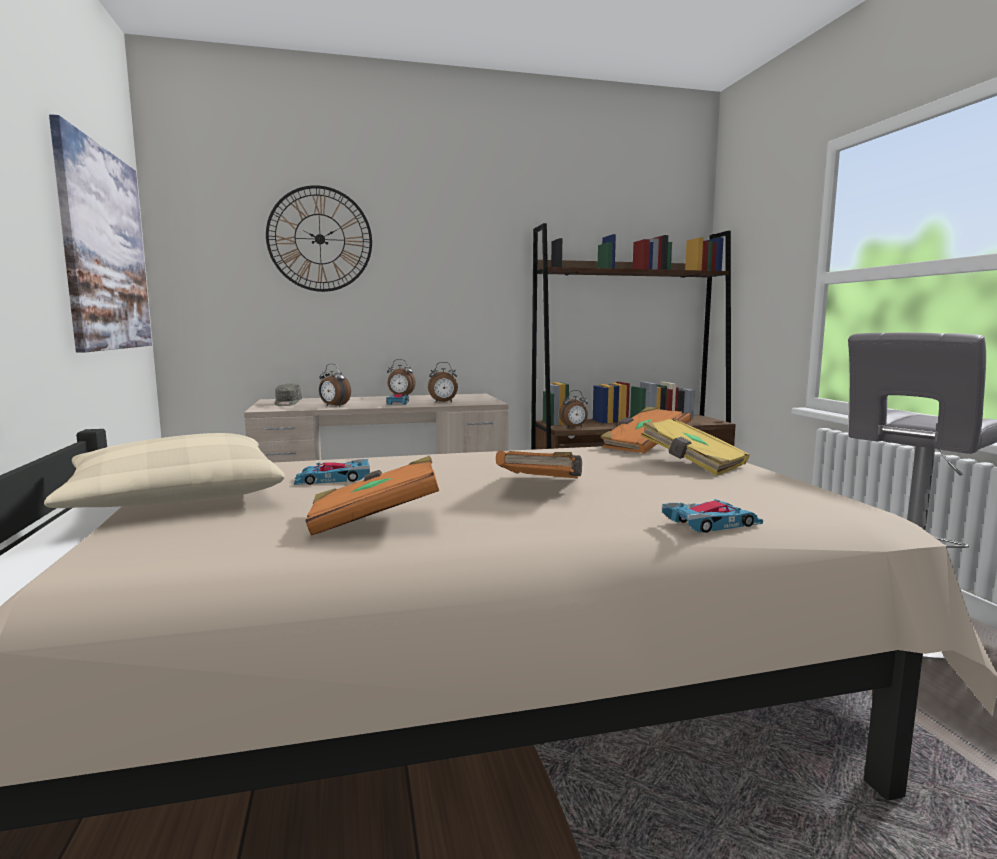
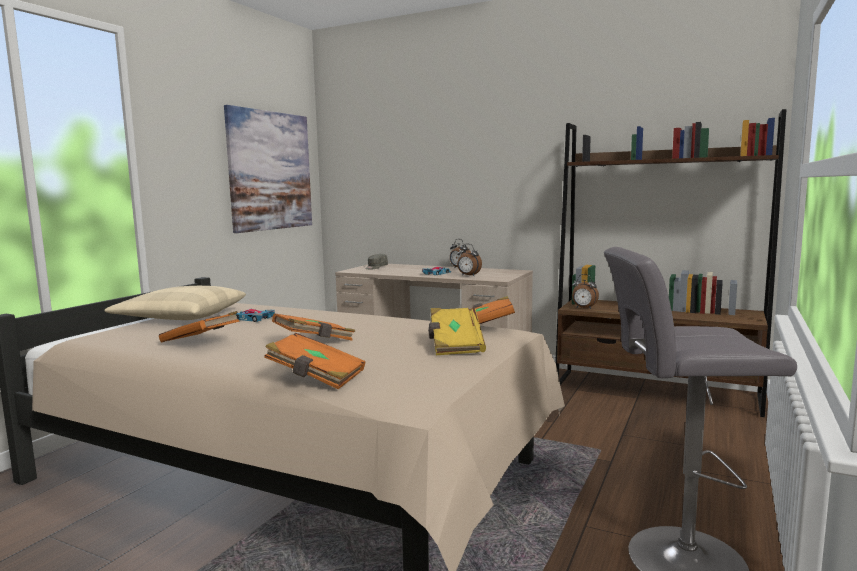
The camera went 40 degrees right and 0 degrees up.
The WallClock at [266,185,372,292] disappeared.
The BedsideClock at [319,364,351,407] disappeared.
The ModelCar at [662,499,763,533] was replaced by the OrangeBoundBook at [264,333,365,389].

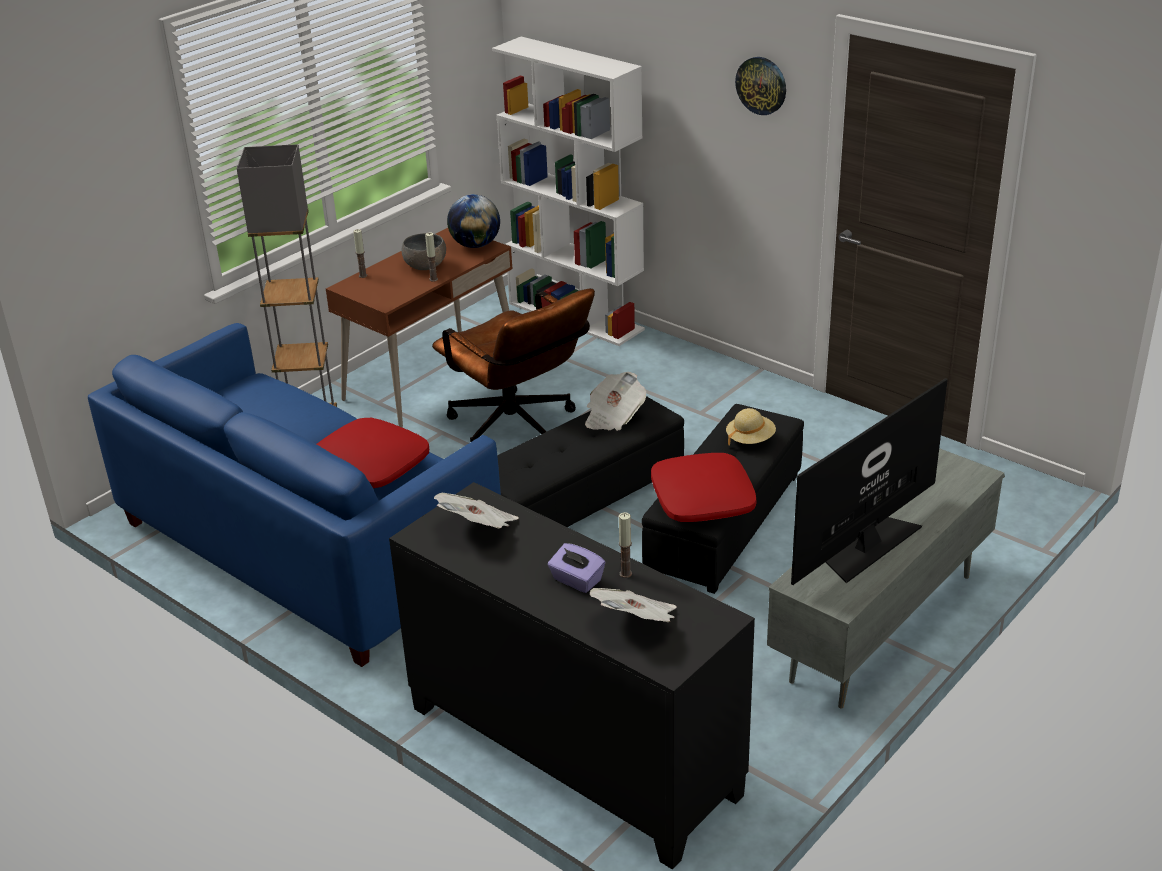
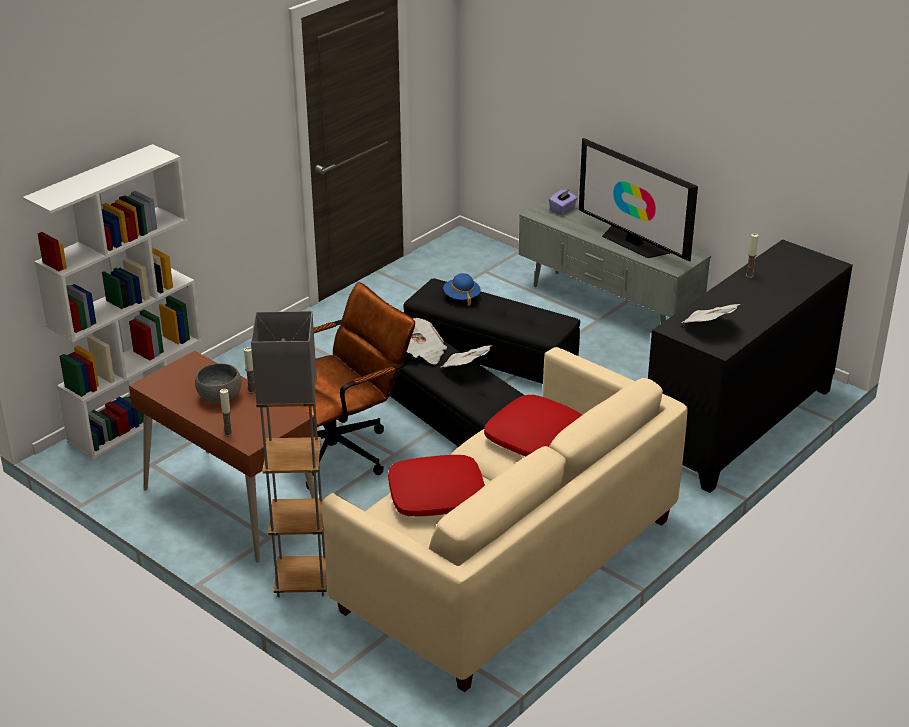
The camera went 90 degrees left and 0 degrees up.
The WallClock at [735,57,786,115] disappeared.
The DeskGlobe at [447,194,500,248] disappeared.
The BluishSettee at [88,323,501,667] became the SandColouredSettee at [322,347,688,692].
The SandColouredWearableHat at [726,408,776,445] became the BluishWearableHat at [443,273,481,306].
The ReddishPillow moved from [651,453,757,522] to [388,455,485,516].
The PurpleColouredBoxOfTissues moved from [548,543,605,593] to [549,189,578,215].
The PrintedPaper moved from [590,588,677,622] to [441,345,493,367].

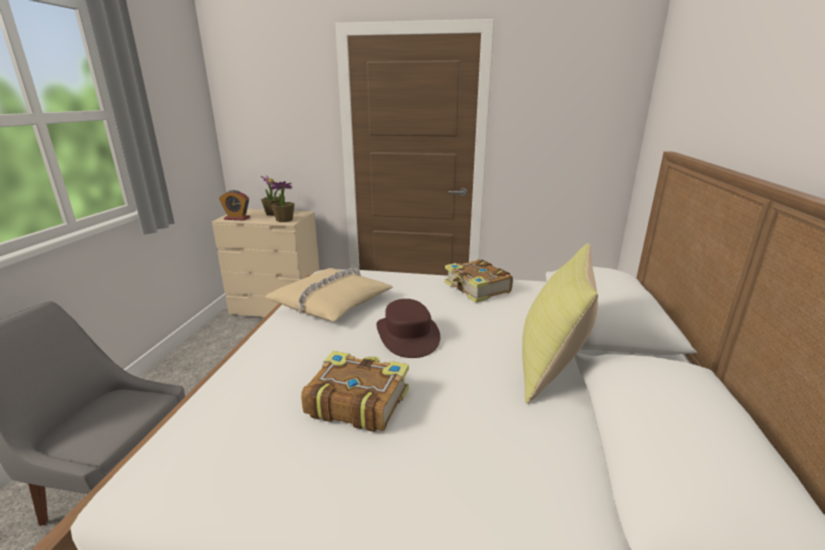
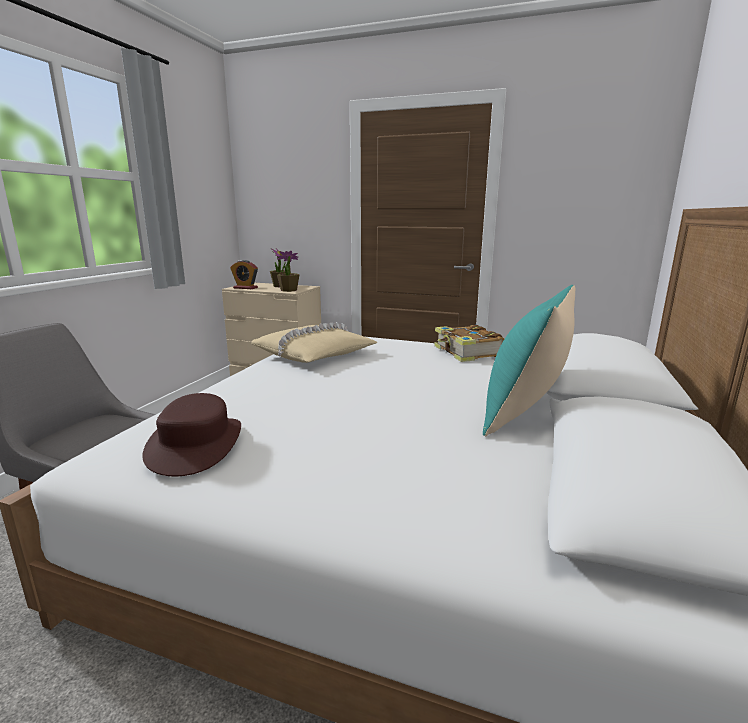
The camera went 10 degrees right and 5 degrees down.
The YellowPillow at [522,243,598,404] became the BlueGreenPillow at [483,285,576,436].
The BrownishWearableHat moved from [376,299,440,358] to [142,393,241,477].
The BoundBook at [301,351,409,432] disappeared.

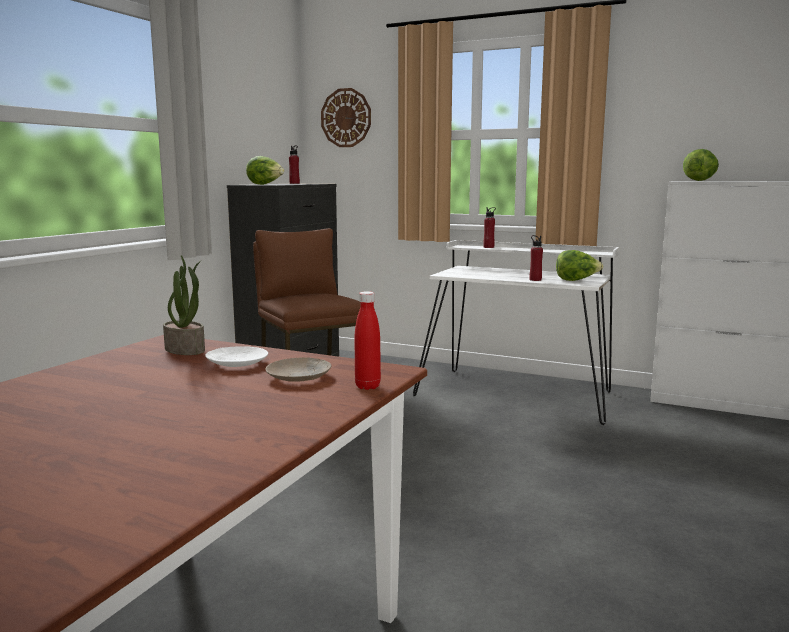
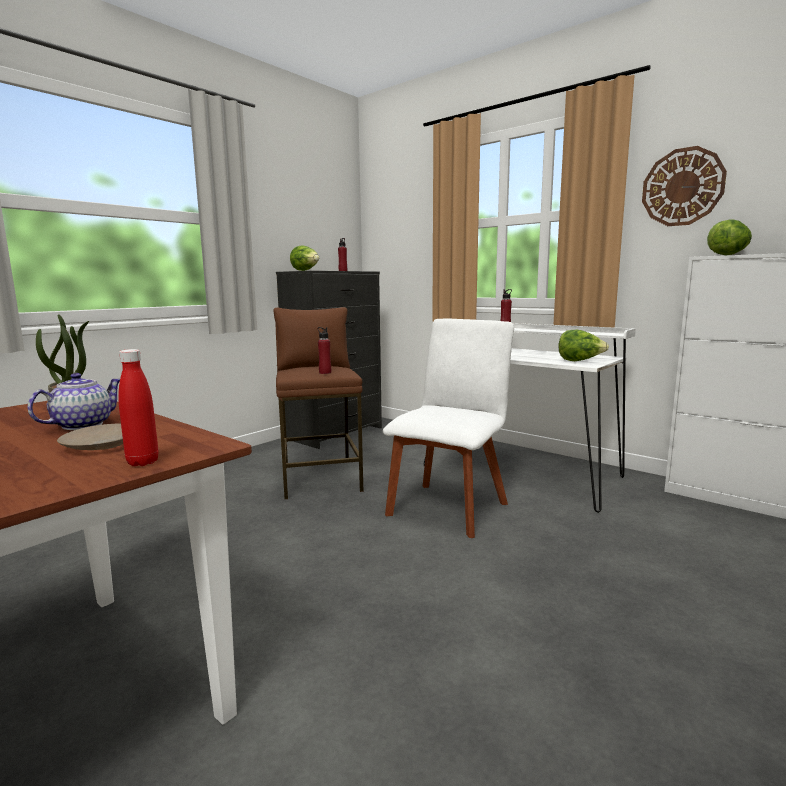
The camera went 15 degrees right and 0 degrees up.
The WallClock moved from [321,88,371,147] to [642,146,727,226].
The ReddishBeverageBottle moved from [529,235,543,281] to [317,327,331,374].
The WhitishFlatDish at [205,346,268,367] was replaced by the PotForTea at [27,373,120,430].
The WhitishPlainChair at [383,319,514,538] appeared.

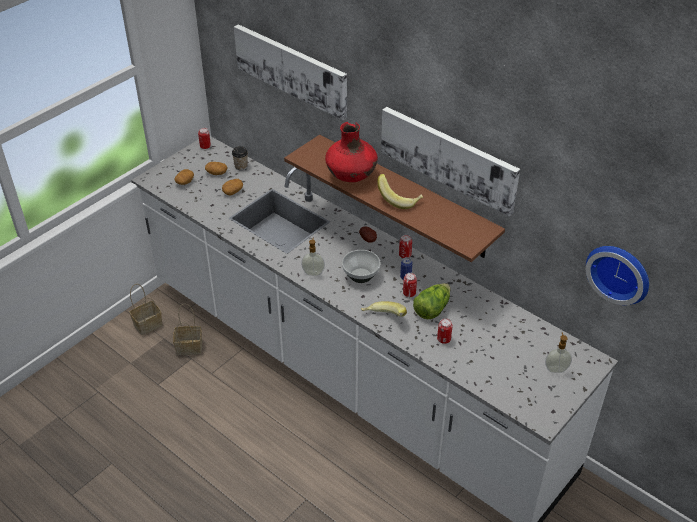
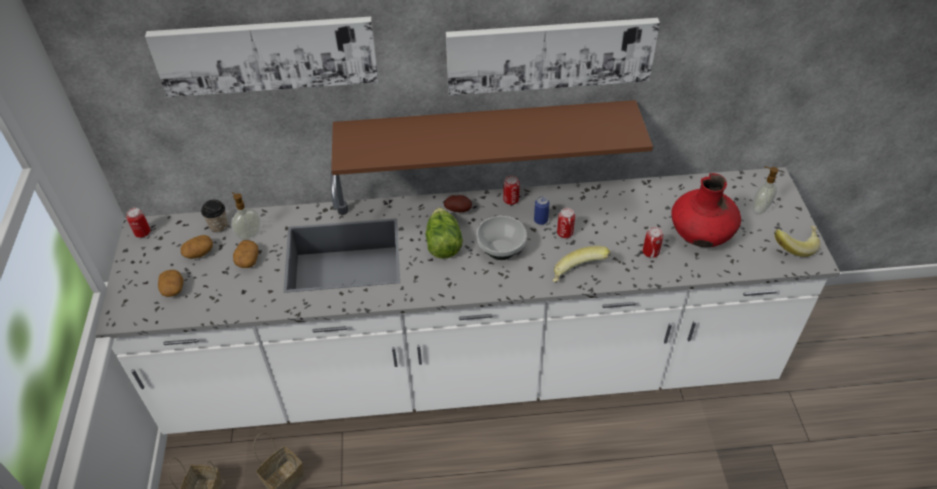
The camera went 45 degrees left and 5 degrees up.
The ReddishVase moved from [325,122,378,182] to [671,173,741,247].
The Banana moved from [377,174,423,209] to [774,226,821,257].
The LiquidSoapBottle moved from [301,238,325,276] to [231,192,260,240].
The WallClock at [586,246,649,305] disappeared.
The LettuceHead moved from [413,283,450,319] to [425,207,463,259].

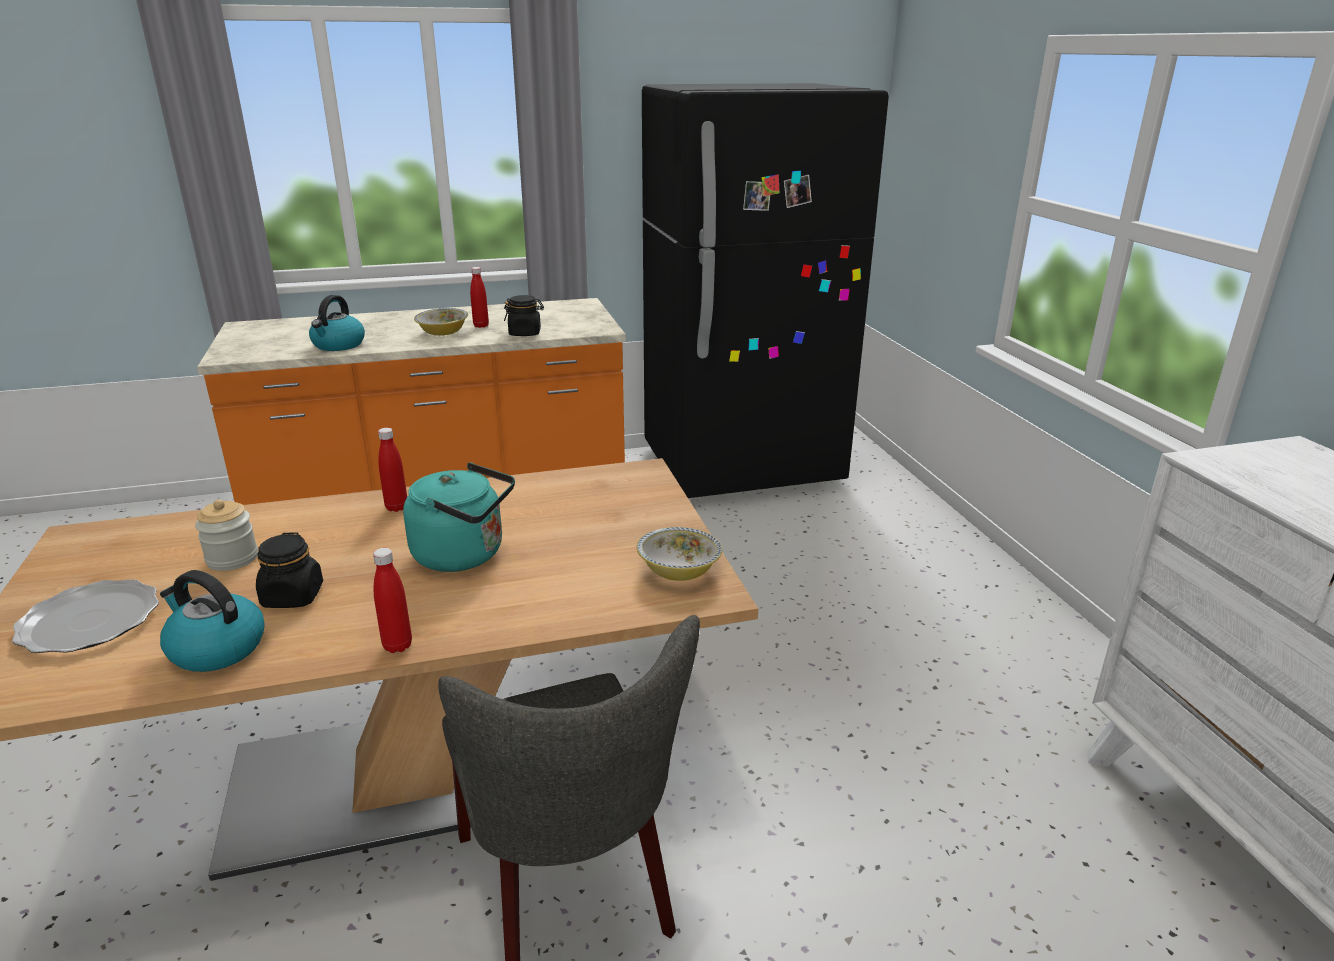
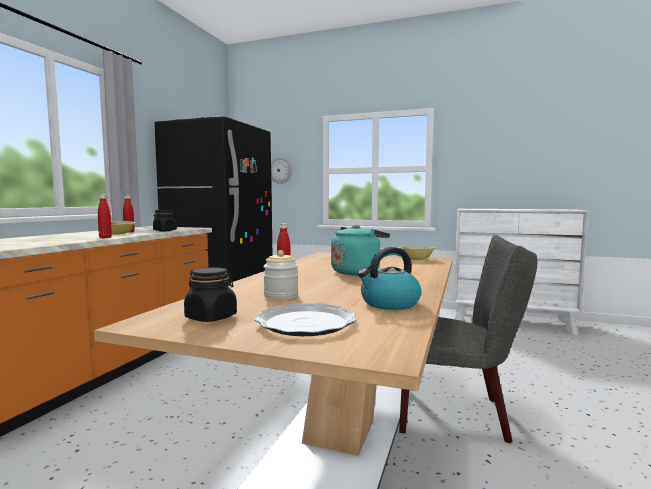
The camera went 55 degrees left and 20 degrees down.
The WaterKettle at [309,295,365,351] disappeared.
The BlackJar moved from [256,532,323,608] to [184,267,237,322].
The ReddishBeverageBottle moved from [373,548,412,653] to [98,195,112,238].
The WallClock at [271,157,292,184] appeared.

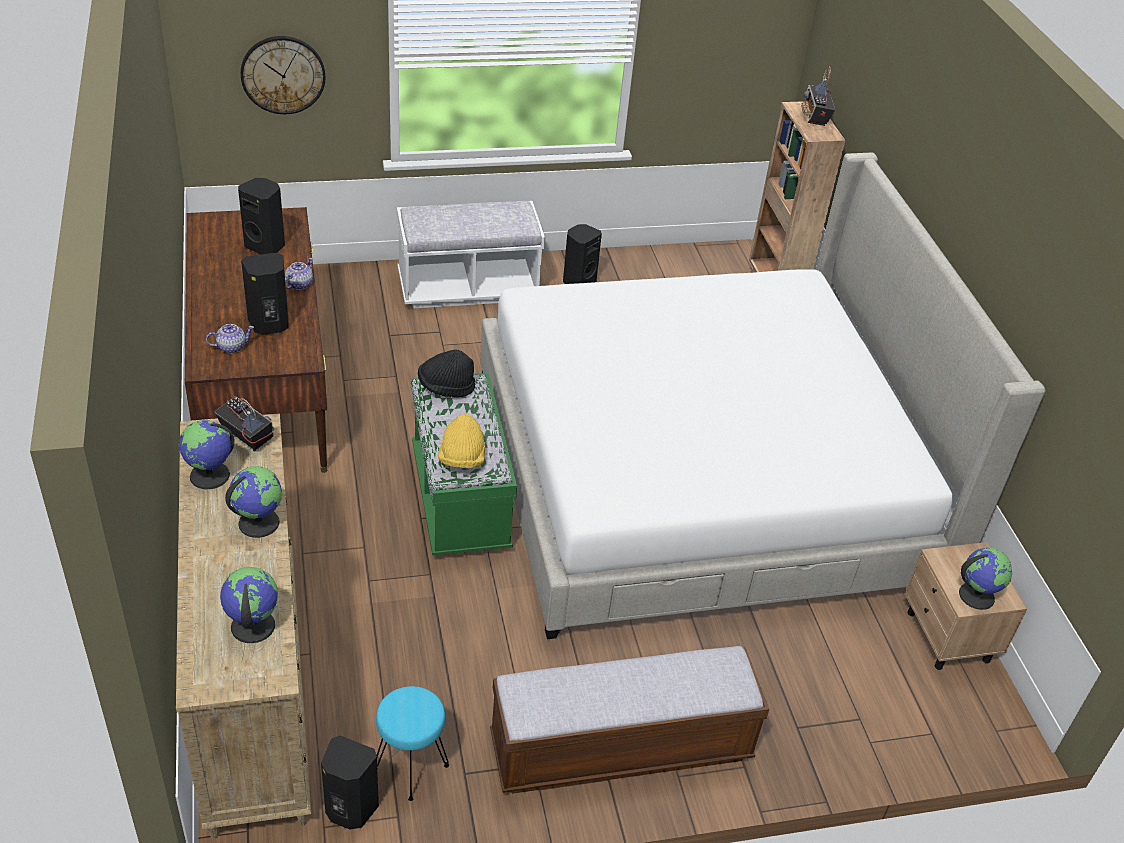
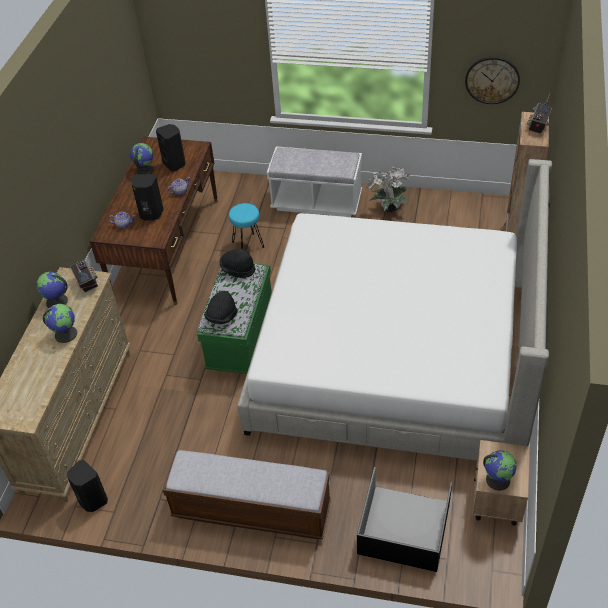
The camera went 30 degrees right and 5 degrees up.
The WallClock moved from [241,36,325,114] to [465,56,520,104].
The BlackAudioSpeaker at [563,224,602,284] was replaced by the Houseplant at [365,166,410,212].
The YellowWearableHat at [438,414,485,468] became the BlackWearableHat at [204,291,237,324].
The DeskGlobe moved from [220,567,278,643] to [130,143,154,174].
The BlueGreenStoolSeat moved from [376,686,449,801] to [229,203,265,249].
The BlackStorageBin at [357,467,452,572] appeared.

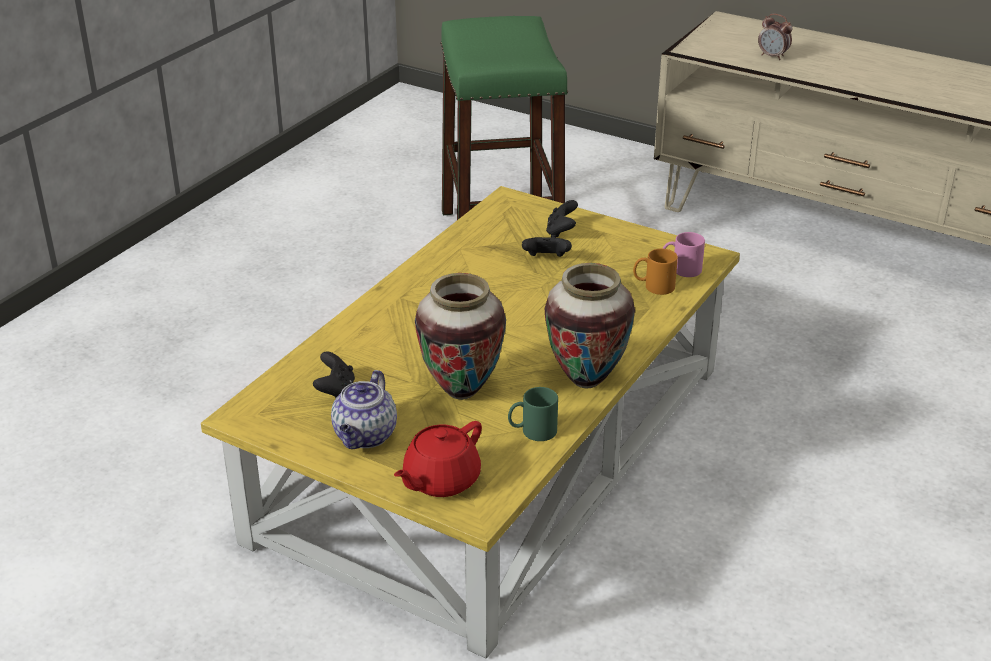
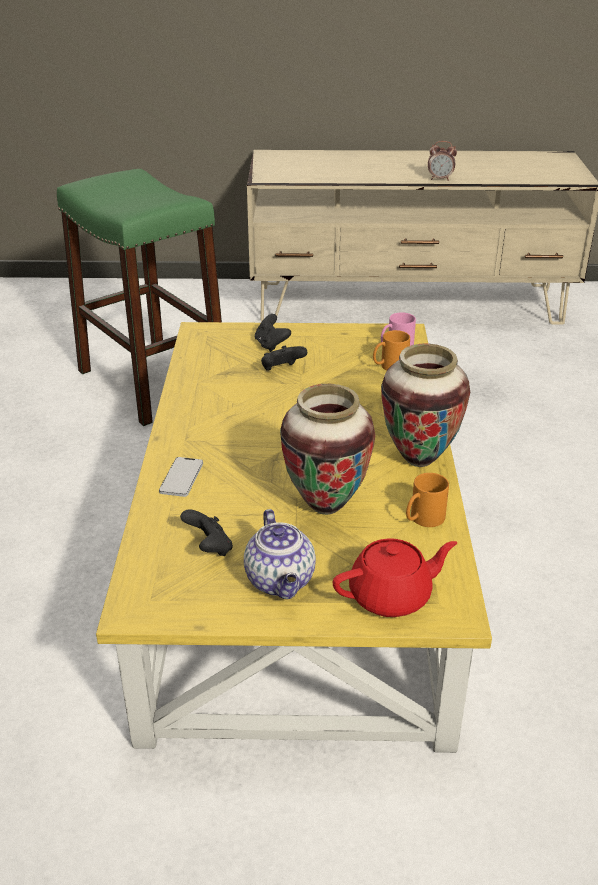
The camera went 30 degrees left and 0 degrees up.
The BedsideClock moved from [758,14,793,60] to [428,141,457,181].
The GreenColouredTeaMug at [508,387,558,441] became the OrangeTeaMug at [406,473,449,527].
The ReddishPotForTea at [394,421,482,497] turned 120 degrees counterclockwise.
The Handset at [159,457,203,497] appeared.

